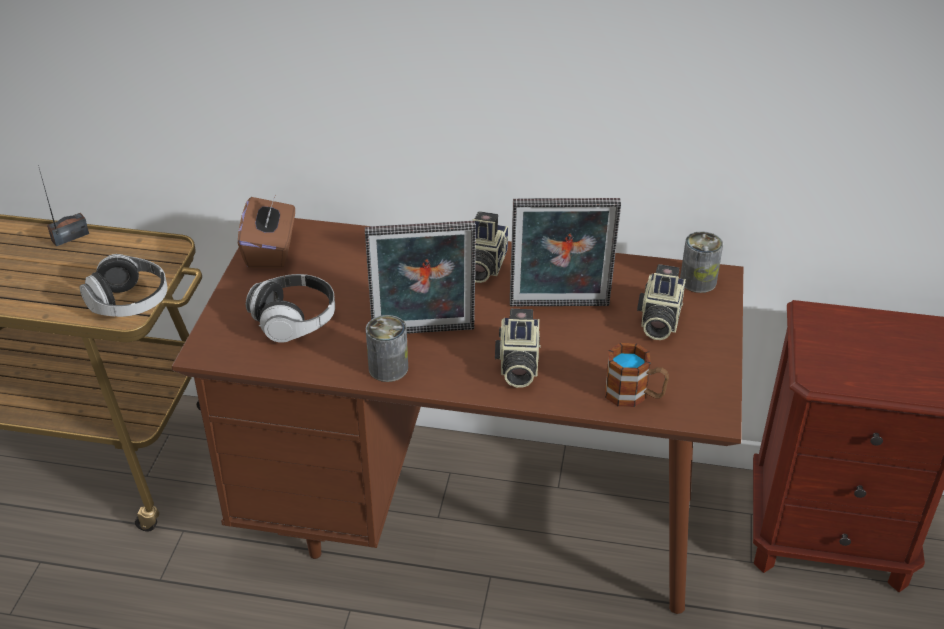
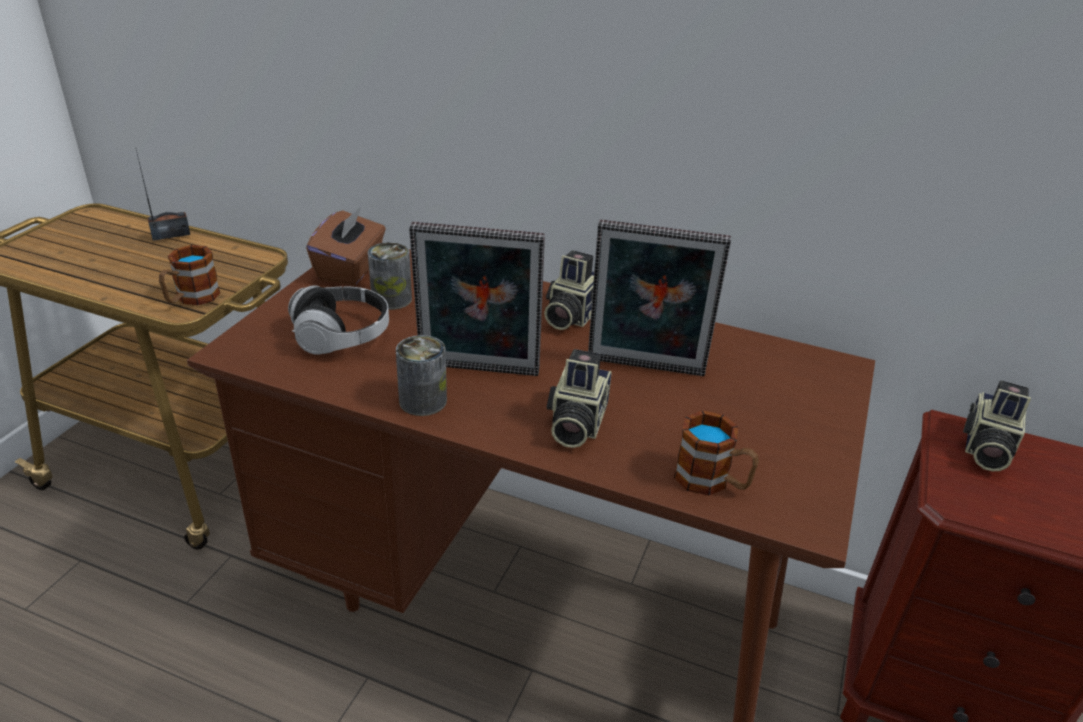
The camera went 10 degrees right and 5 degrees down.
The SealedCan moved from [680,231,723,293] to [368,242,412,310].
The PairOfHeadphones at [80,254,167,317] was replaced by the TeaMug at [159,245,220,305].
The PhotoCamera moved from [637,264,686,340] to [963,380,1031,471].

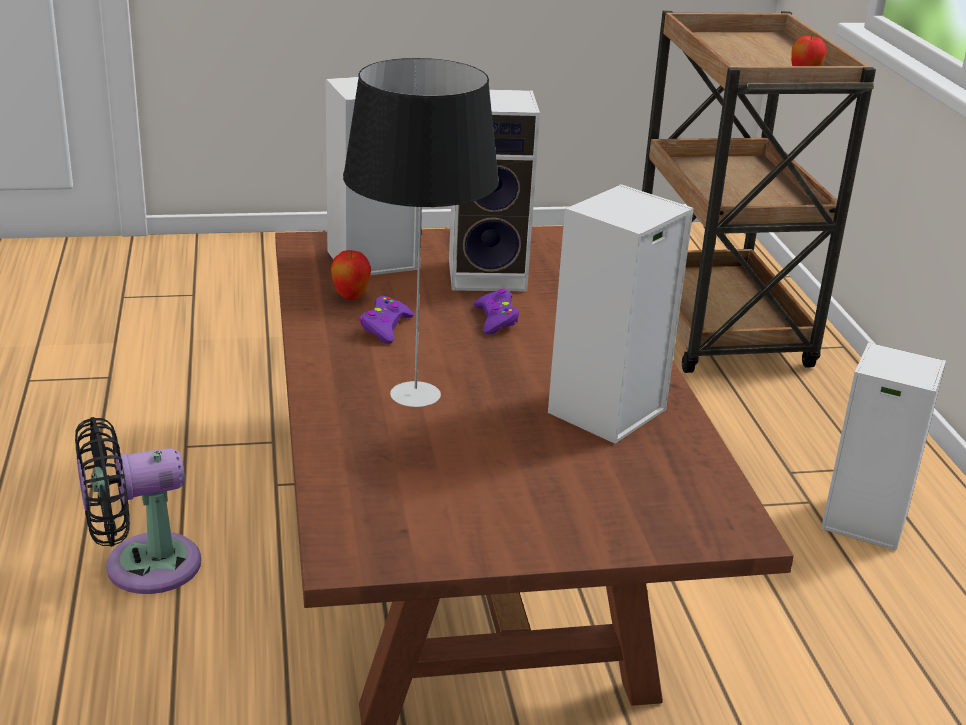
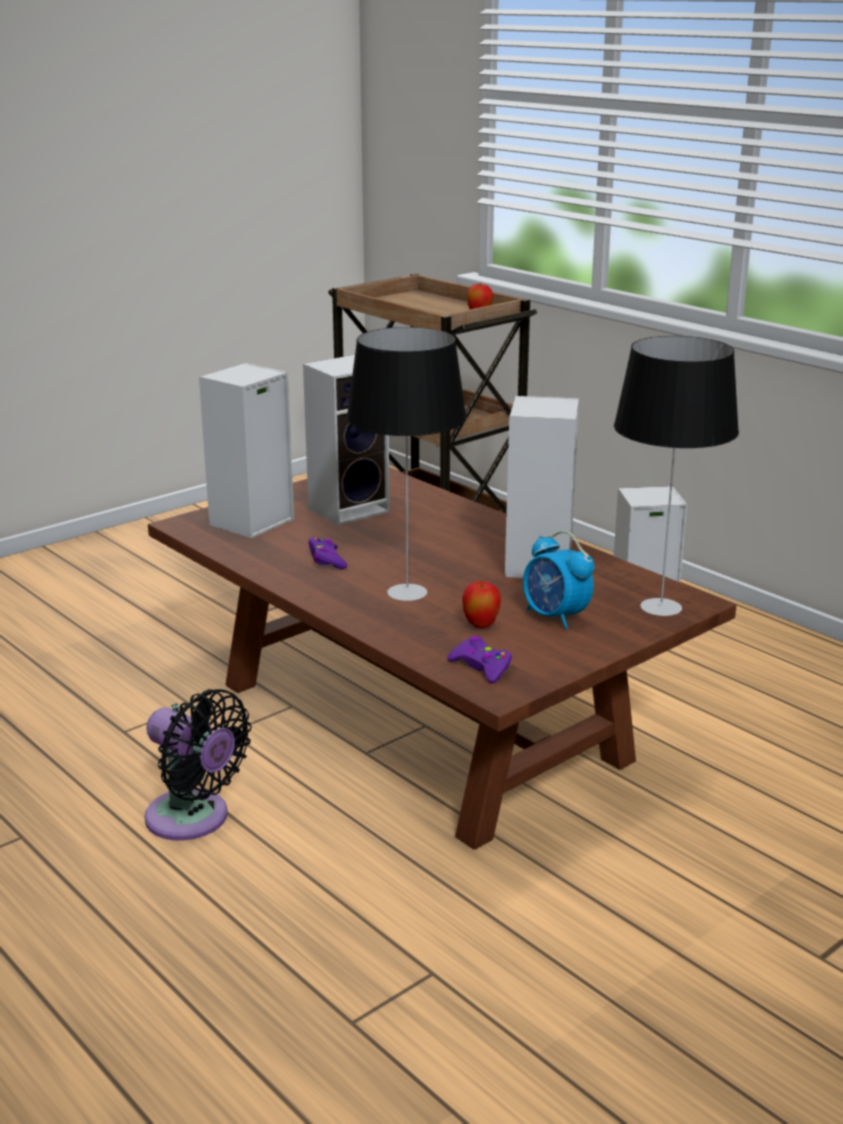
The camera went 30 degrees left and 5 degrees down.
The WholeApple moved from [331,250,371,300] to [462,581,501,628].
The PurpleColouredGameController moved from [473,289,519,335] to [447,636,512,683].
The BlackElectricFan at [75,417,201,594] turned 90 degrees counterclockwise.
The TableLamp at [614,336,739,616] appeared.
The BedsideClock at [523,531,594,629] appeared.

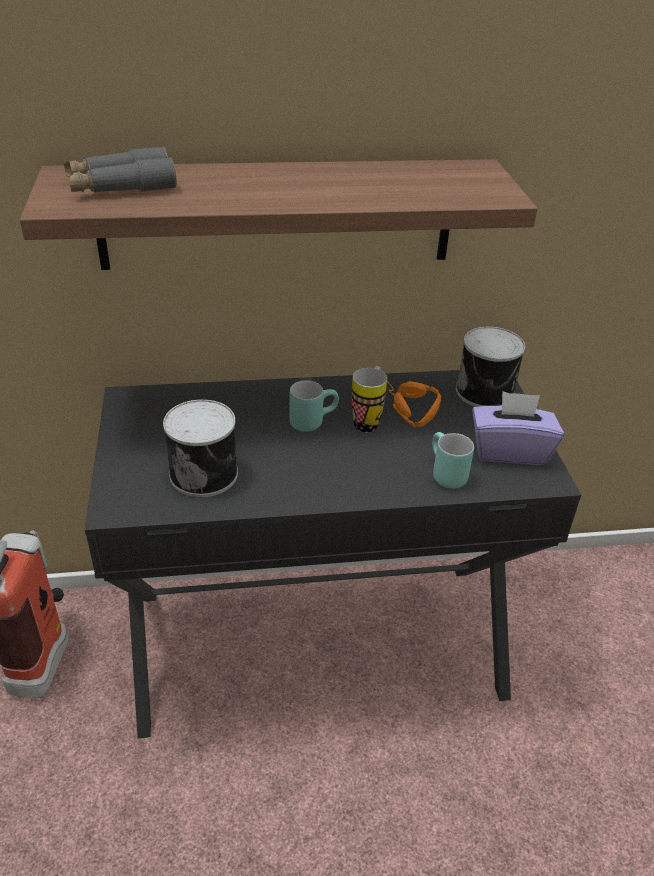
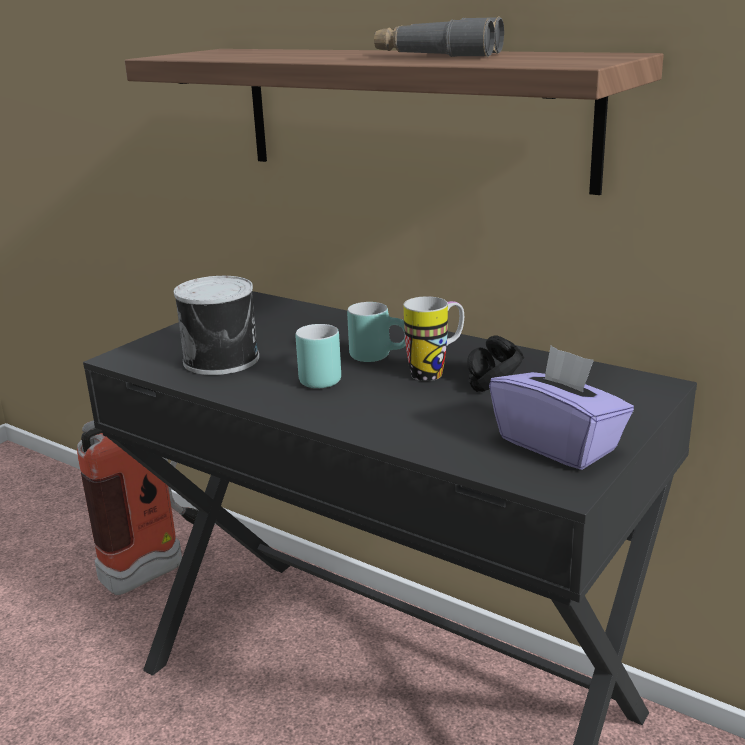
The camera went 45 degrees right and 15 degrees down.
The GreyishBinoculars moved from [64,146,177,192] to [374,16,504,57].
The SealedCan at [456,326,525,407] disappeared.
The OrangePairOfHeadphones at [387,381,441,427] became the BlackPairOfHeadphones at [467,335,524,392].
The BlueGreenTeaMug moved from [432,432,474,489] to [296,324,341,388].

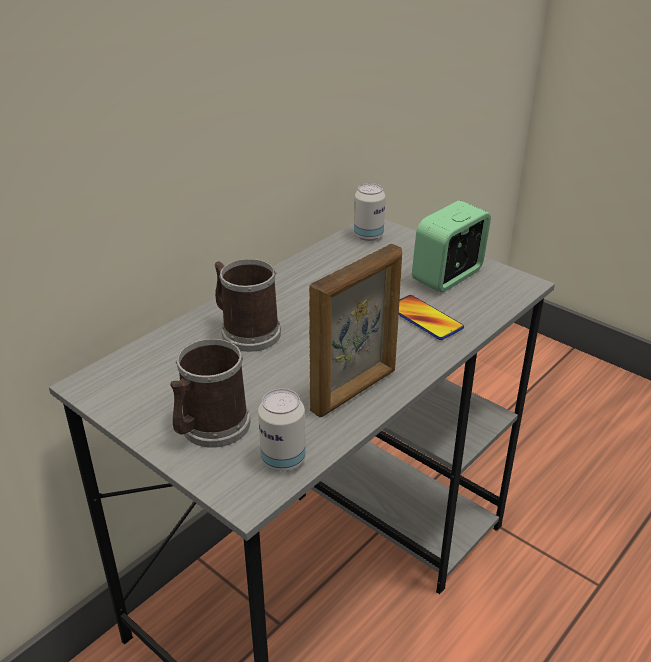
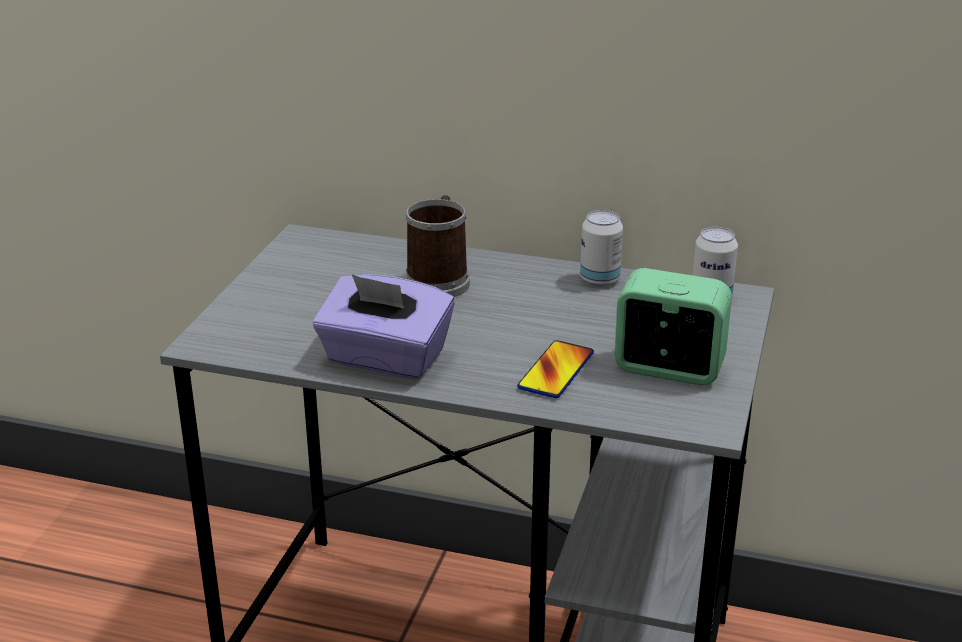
The camera went 65 degrees right and 5 degrees down.
The PhotoFrame at [309,244,402,417] was replaced by the PurpleColouredBoxOfTissues at [313,274,455,379].
The TeaMug at [170,339,250,448] disappeared.
The SealedCan moved from [258,389,306,471] to [580,210,623,287].

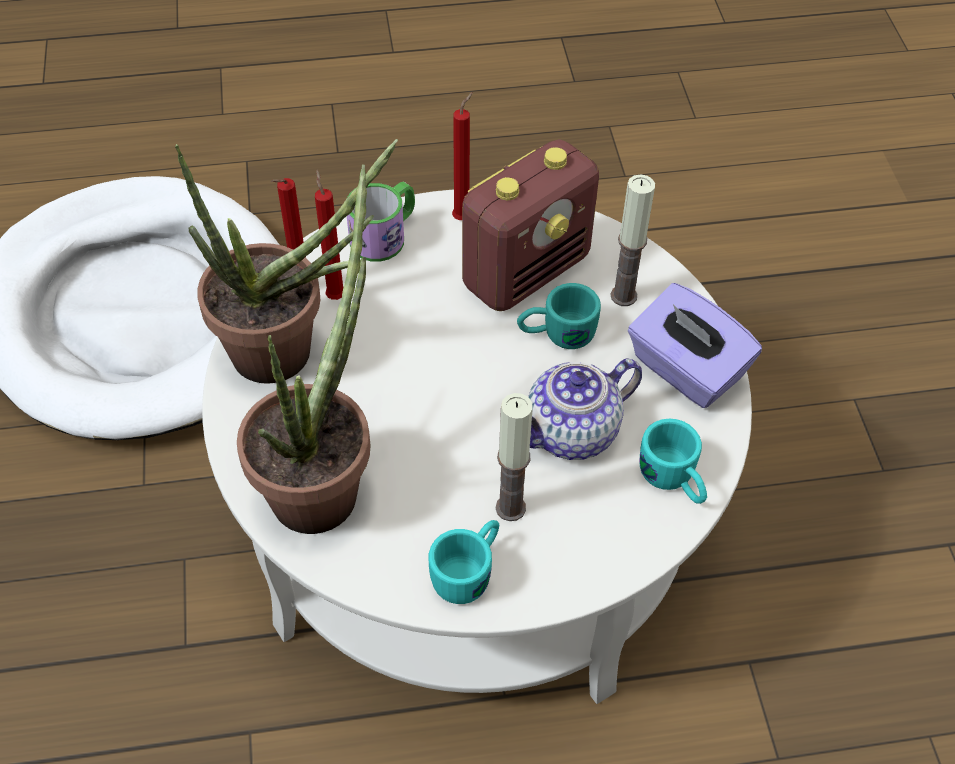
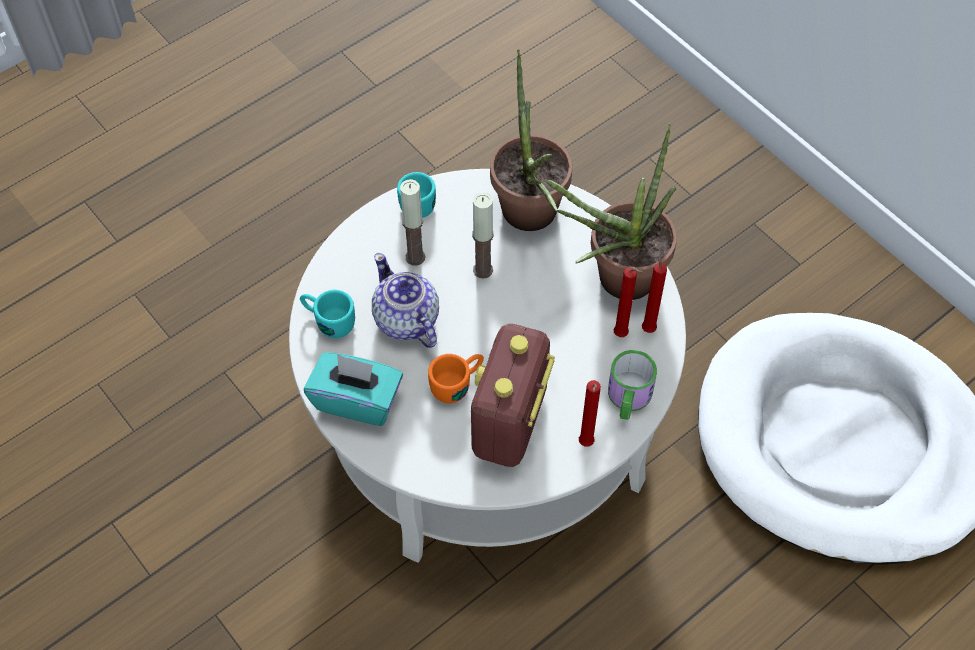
The camera went 150 degrees right and 5 degrees up.
The WaxCandle moved from [610,174,655,306] to [472,193,494,279].
The BlueGreenTeaMug at [517,283,601,349] became the OrangeTeaMug at [428,354,484,403].
The PurpleColouredBoxOfTissues at [628,283,762,408] became the BlueGreenBoxOfTissues at [304,352,403,426].
The PotForTea at [528,358,642,460] turned 60 degrees counterclockwise.

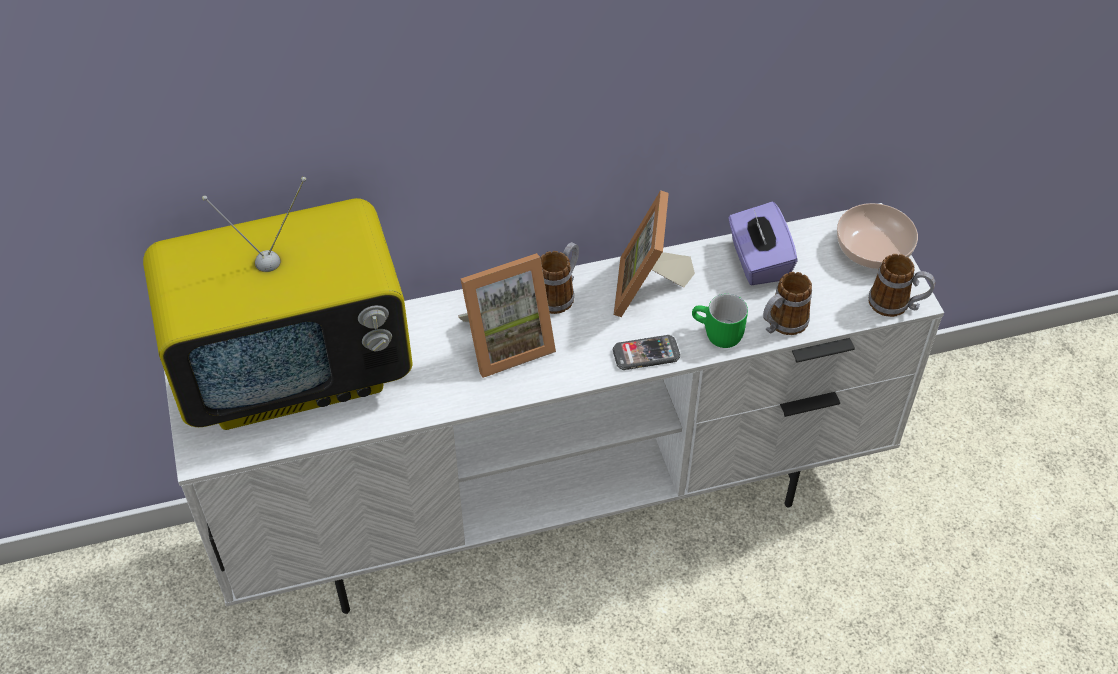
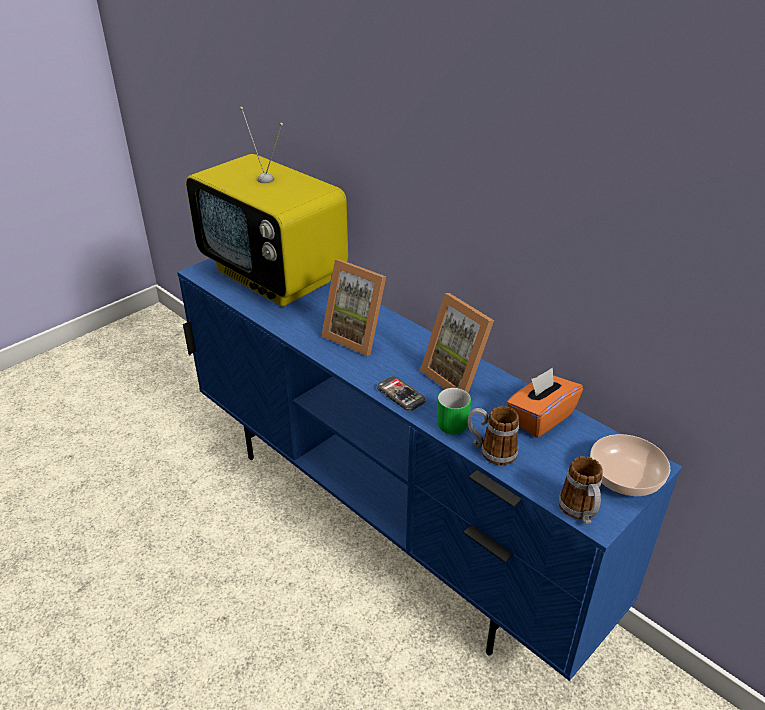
The camera went 60 degrees right and 15 degrees down.
The PhotoFrame at [613,190,695,317] turned 105 degrees counterclockwise.
The PurpleColouredBoxOfTissues at [728,202,798,285] became the OrangeBoxOfTissues at [506,368,583,438].
The WhitishTvUnit at [164,203,944,614] became the BluishTvUnit at [177,258,682,681].
The TeaMug at [540,242,579,314] disappeared.

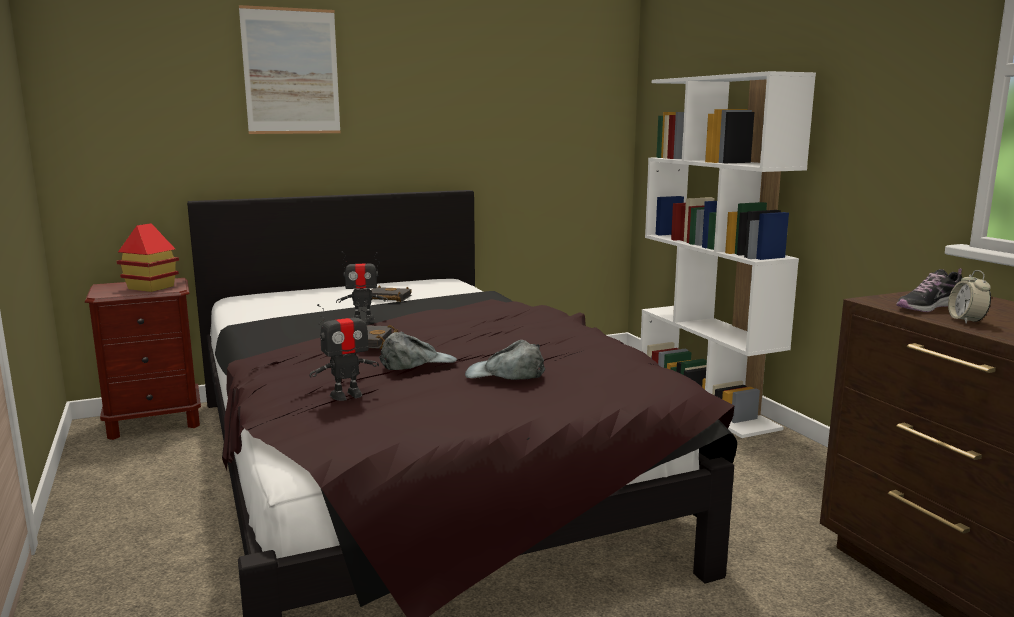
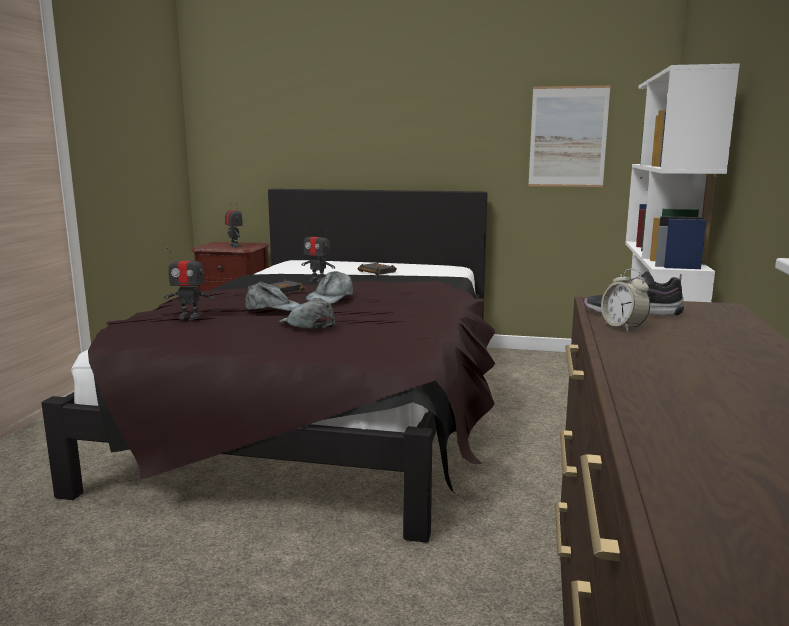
The camera went 35 degrees right and 0 degrees up.
The Picture moved from [239,5,341,134] to [528,85,611,187].
The ToyHouse at [117,223,179,292] was replaced by the ModelRobot at [225,203,243,248].
The BedsideClock at [948,270,991,324] turned 60 degrees counterclockwise.
The GreyishCap at [306,271,353,304] appeared.

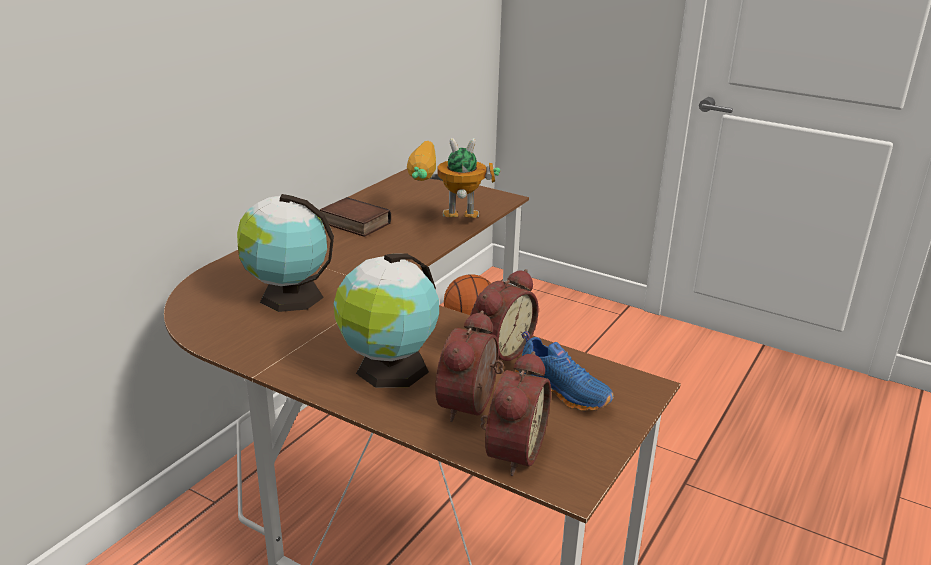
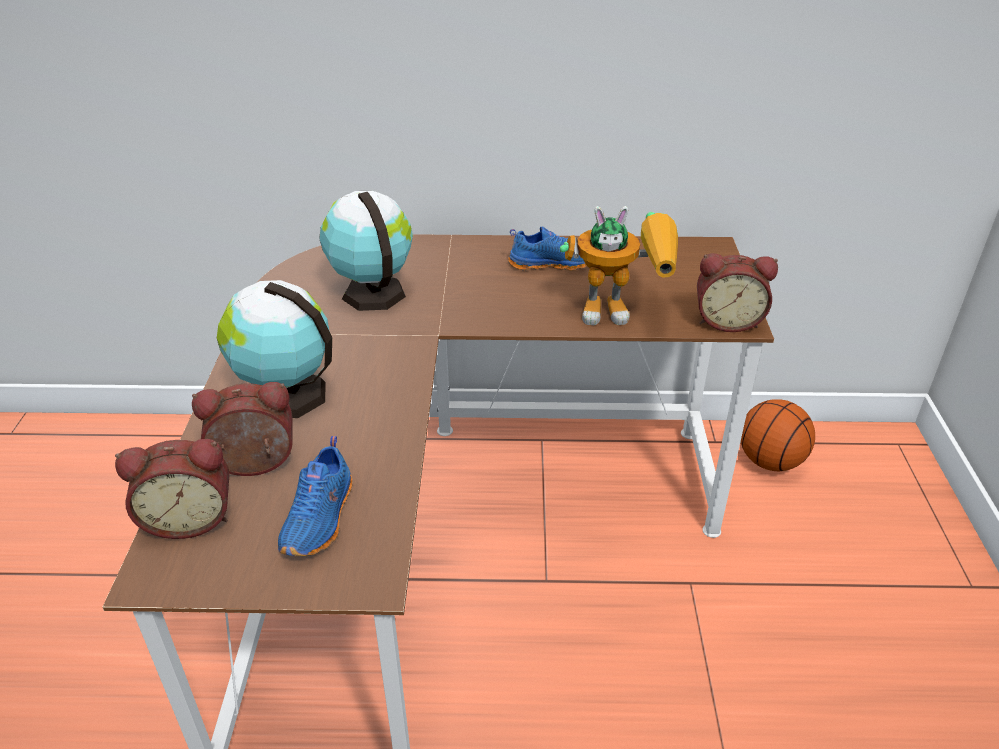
The camera went 60 degrees right and 10 degrees up.
The ModelRobot at [407,138,500,218] turned 120 degrees clockwise.
The BoundBook at [320,197,391,237] was replaced by the BluishLowShoe at [508,227,587,271].
The BedsideClock moved from [468,269,539,361] to [697,253,778,332].

